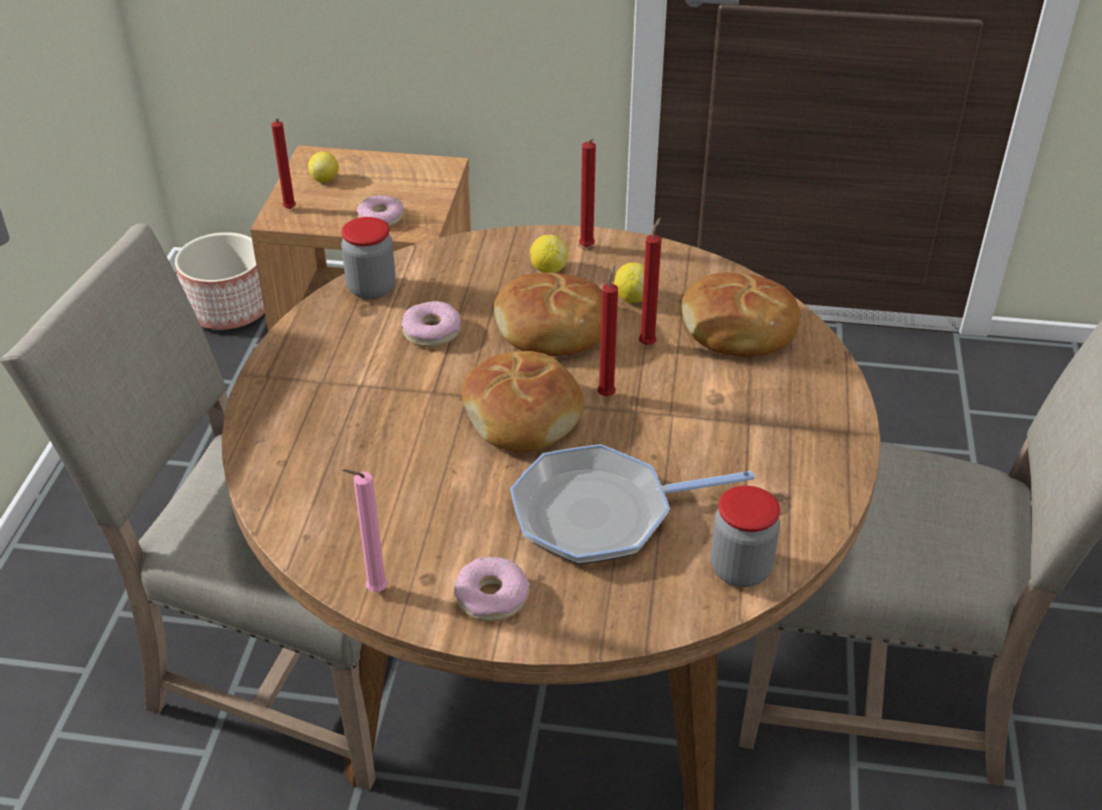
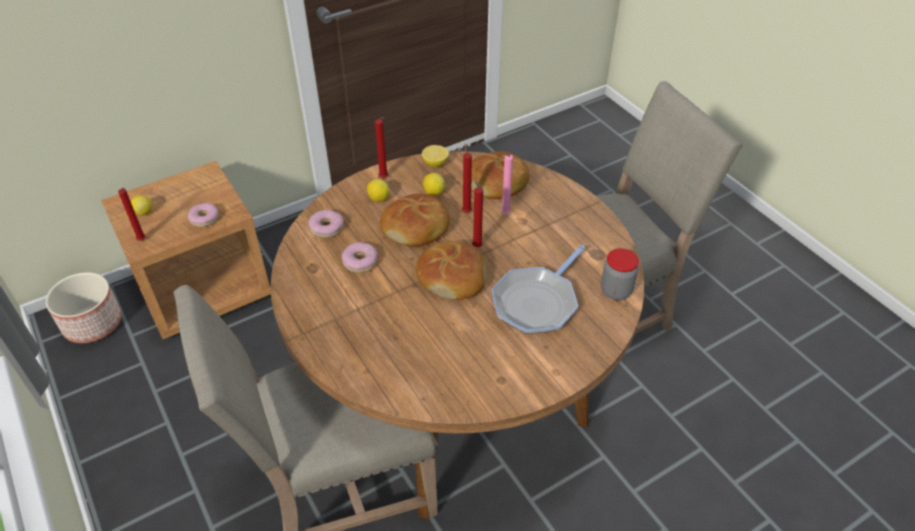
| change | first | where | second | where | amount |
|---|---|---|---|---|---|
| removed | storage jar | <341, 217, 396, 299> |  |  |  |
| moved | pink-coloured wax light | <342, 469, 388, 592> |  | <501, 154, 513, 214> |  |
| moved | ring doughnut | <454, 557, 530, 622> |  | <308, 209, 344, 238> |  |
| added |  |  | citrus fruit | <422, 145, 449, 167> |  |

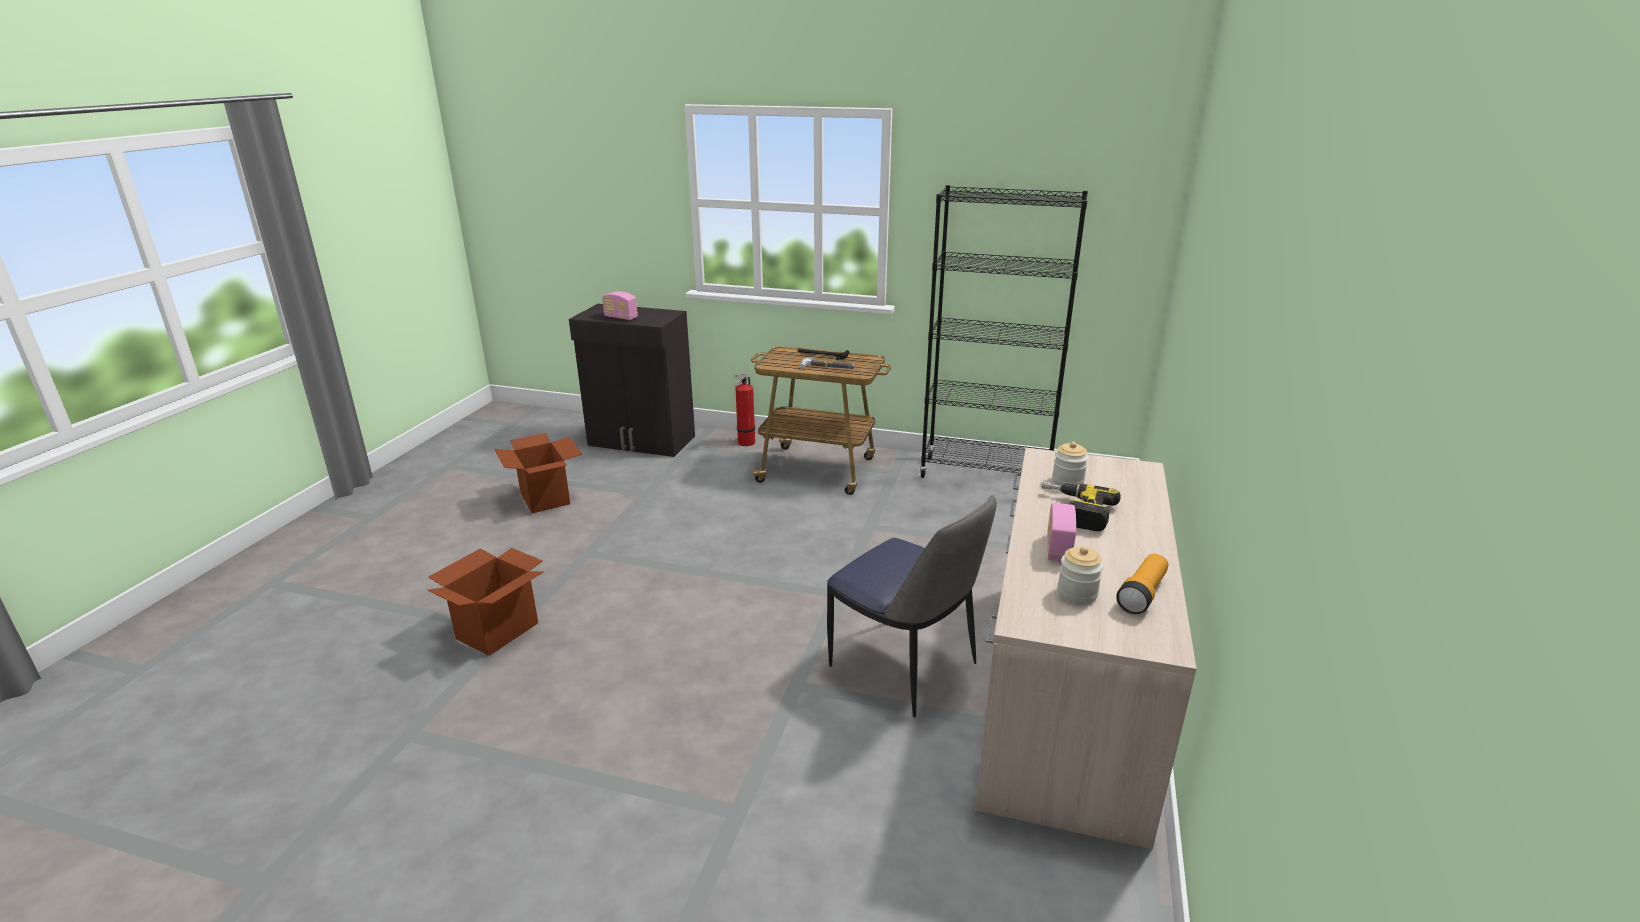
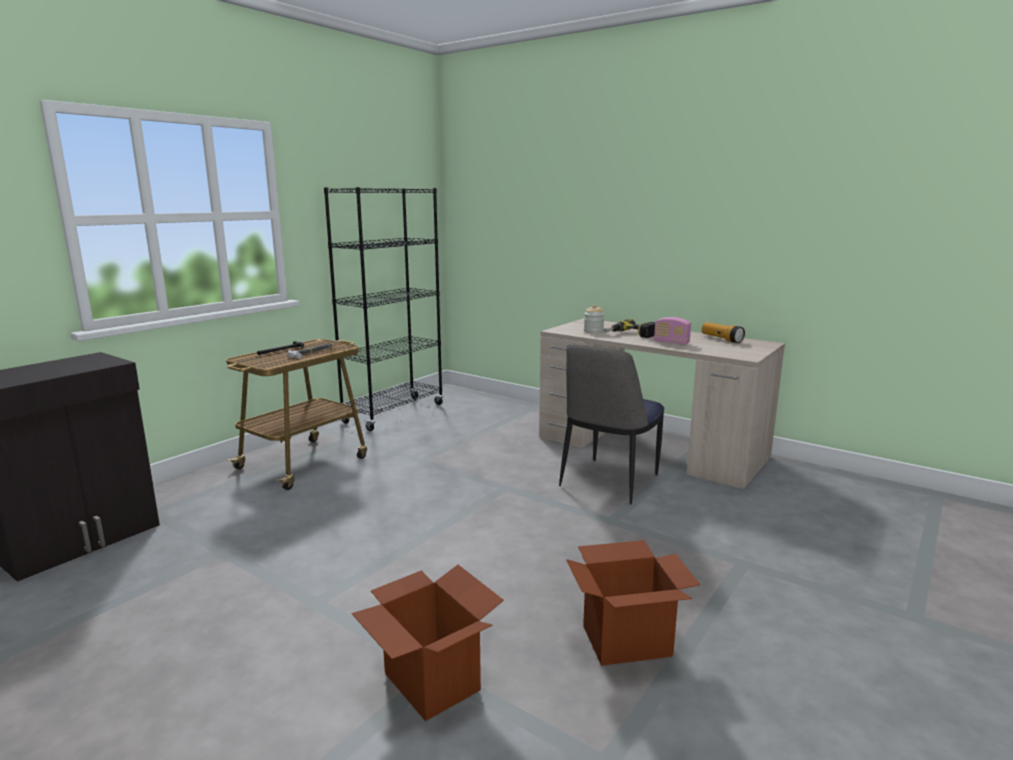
| change | first | where | second | where | amount |
|---|---|---|---|---|---|
| removed | radio set | <602, 291, 638, 320> |  |  |  |
| removed | fire extinguisher | <734, 373, 755, 446> |  |  |  |
| moved | packing box | <494, 433, 582, 513> |  | <566, 540, 700, 666> |  |
| turned | chair | <827, 495, 997, 717> |  | <559, 345, 664, 504> | 150 degrees clockwise |
| removed | storage jar | <1057, 546, 1103, 604> |  |  |  |

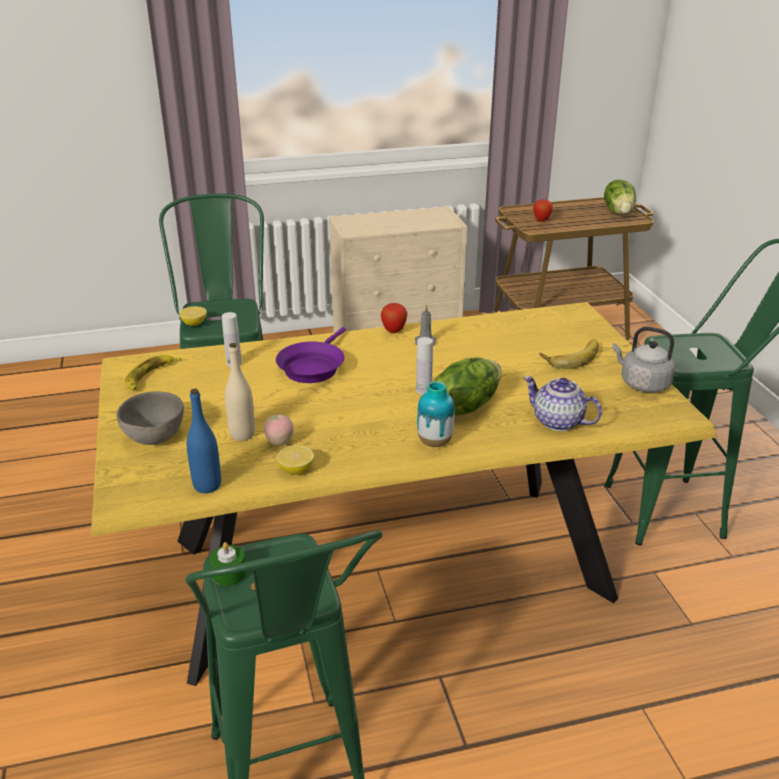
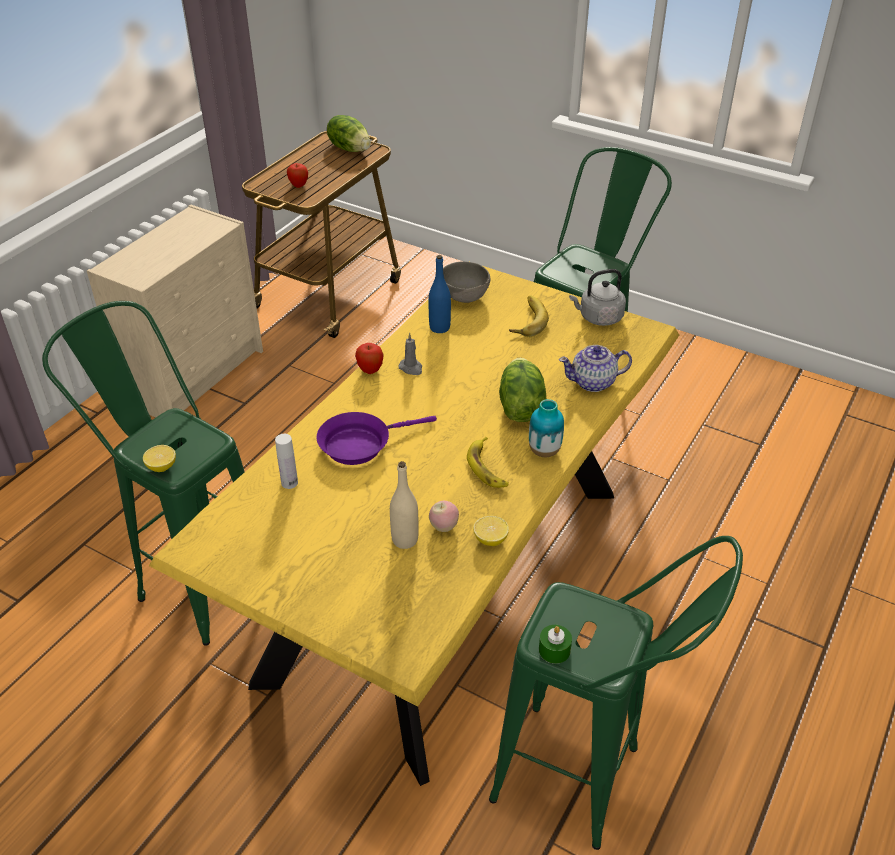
| change | first | where | second | where | amount |
|---|---|---|---|---|---|
| turned | purple frying pan | <276, 327, 346, 383> |  | <316, 412, 437, 465> | 90 degrees clockwise |
| removed | white beverage bottle | <416, 337, 433, 395> |  |  |  |
| moved | banana fruit | <125, 355, 181, 390> |  | <467, 437, 509, 488> |  |
| moved | bluish beverage bottle | <187, 389, 221, 493> |  | <429, 255, 451, 333> |  |
| moved | gray serving bowl | <117, 391, 184, 445> |  | <443, 261, 490, 303> |  |

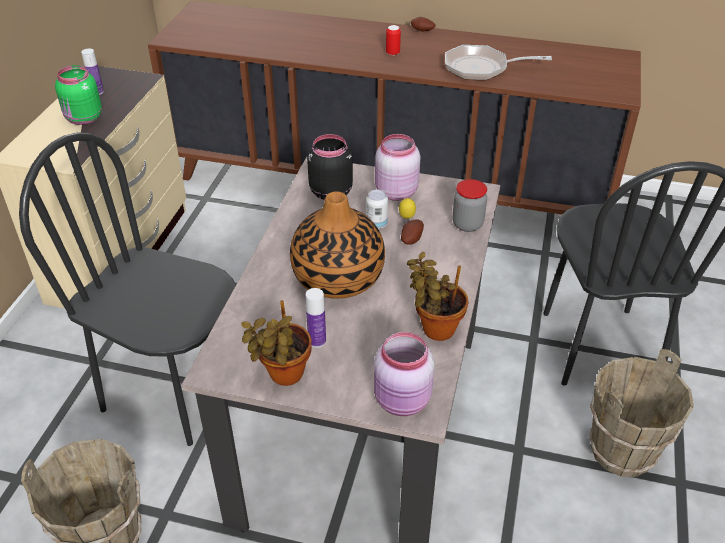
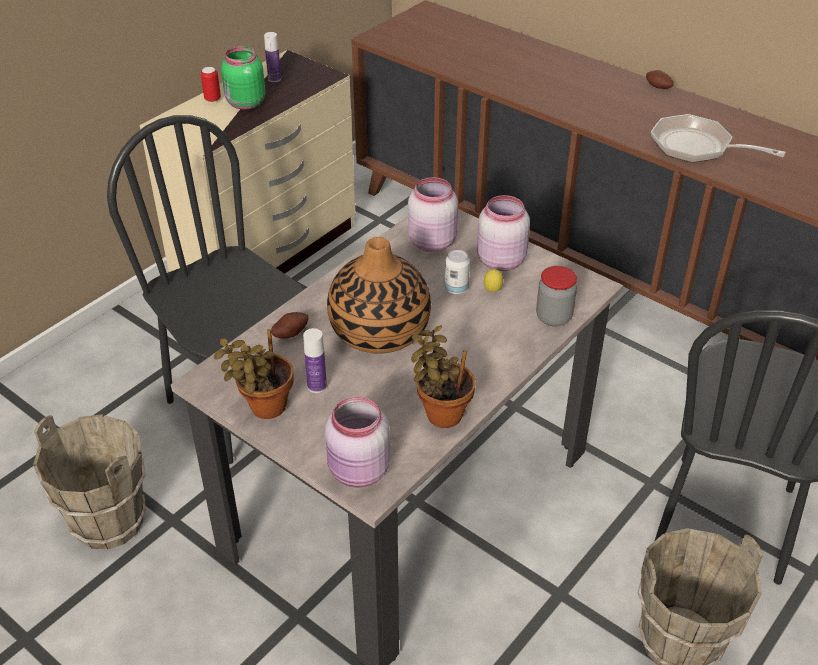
| change | first | where | second | where | amount |
|---|---|---|---|---|---|
| moved | can | <386, 25, 401, 56> |  | <201, 67, 221, 102> |  |
| recoloured | black storage jar | <307, 134, 353, 200> | pink-coloured storage jar | <408, 177, 458, 252> |  |
| moved | whole potato | <401, 219, 424, 245> |  | <271, 312, 309, 339> |  |

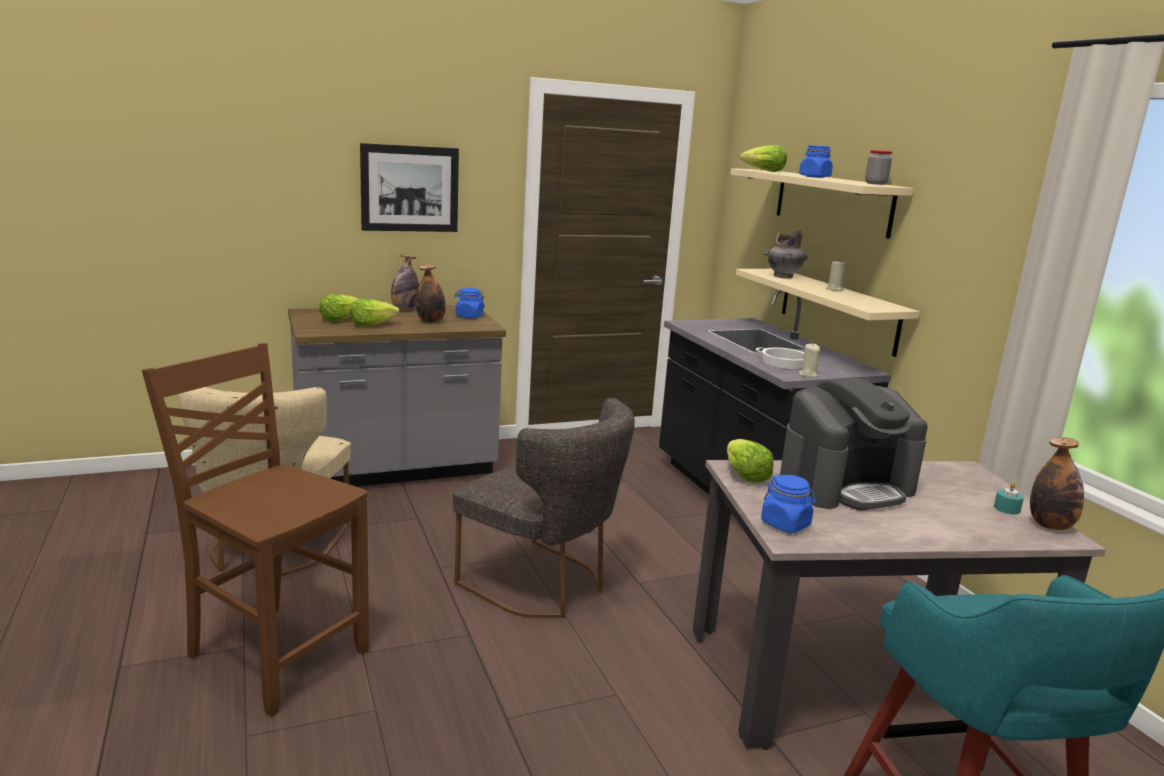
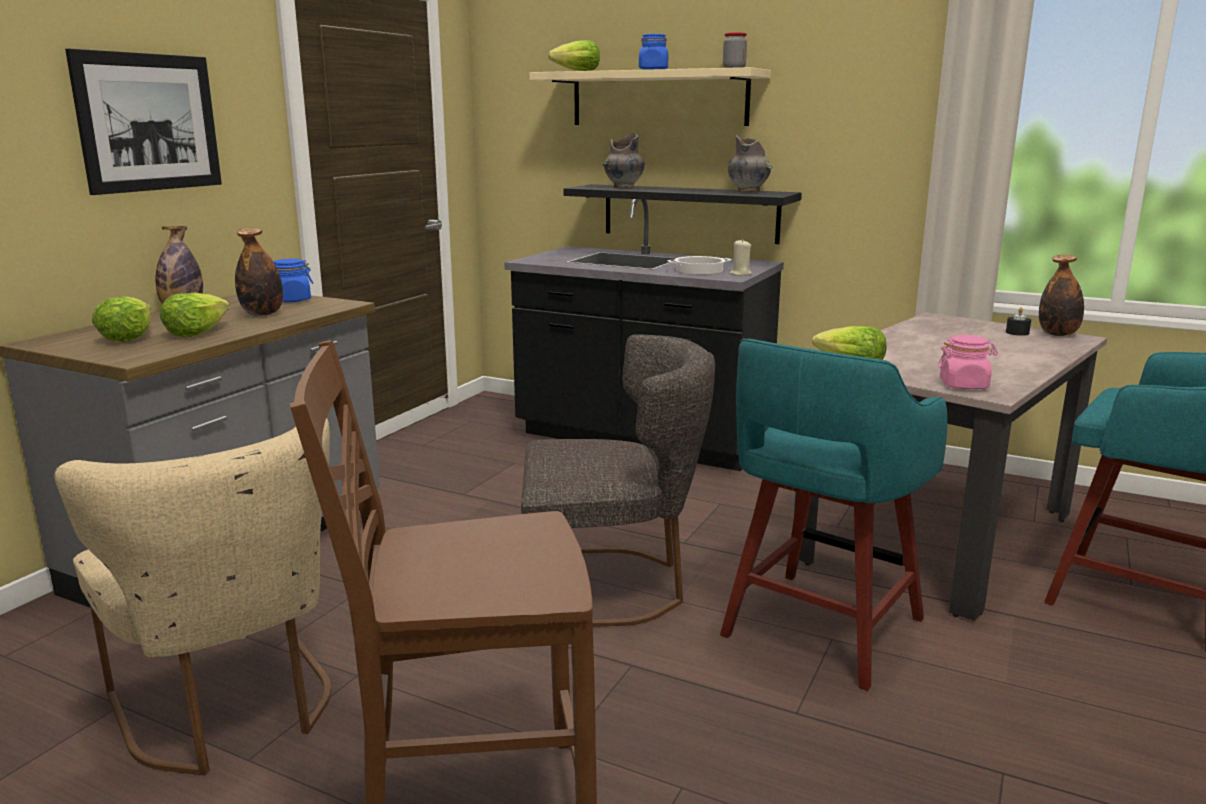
| change | first | where | second | where | amount |
|---|---|---|---|---|---|
| removed | beige-coloured wax light | <826, 260, 846, 291> |  |  |  |
| recoloured | beige-coloured wall shelf | <736, 269, 919, 357> | black wall shelf | <563, 184, 802, 244> |  |
| removed | coffee machine | <780, 378, 928, 510> |  |  |  |
| recoloured | bluish storage jar | <761, 474, 816, 533> | pink-coloured storage jar | <938, 335, 998, 389> |  |
| recoloured | blue-green wax light | <994, 482, 1024, 514> | black wax light | <1006, 307, 1031, 336> |  |
| added |  |  | gray vase | <728, 135, 774, 192> |  |
| added |  |  | blue-green stool | <720, 339, 947, 691> |  |

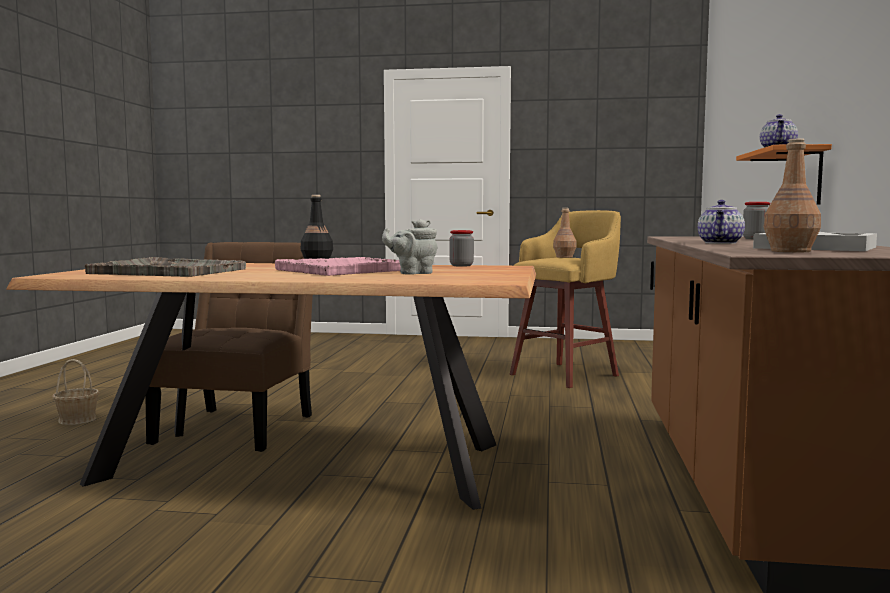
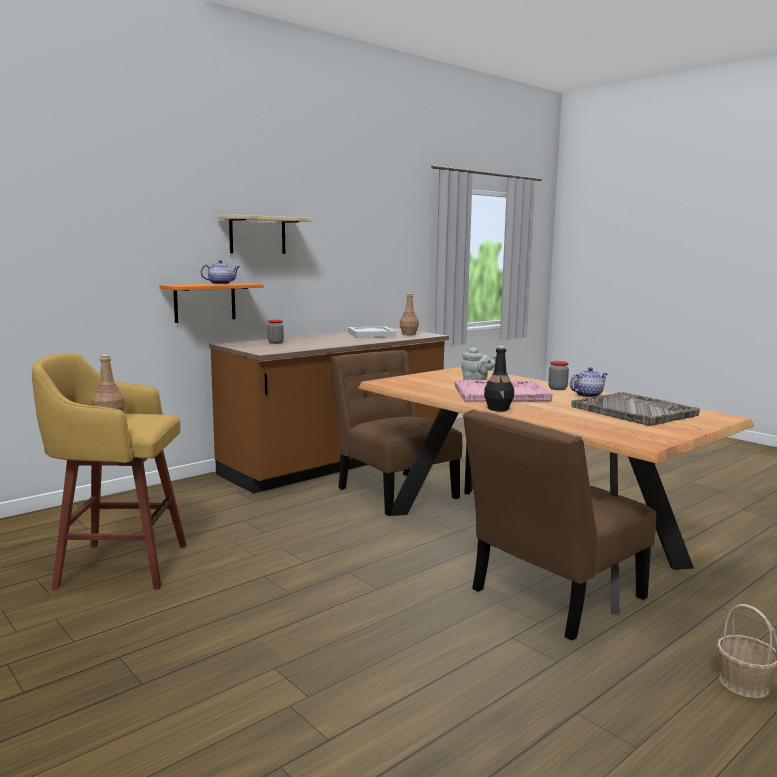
| change | first | where | second | where | amount |
|---|---|---|---|---|---|
| moved | teapot | <698, 200, 745, 244> |  | <570, 367, 608, 398> |  |
| moved | storage jar | <449, 230, 474, 267> |  | <549, 361, 569, 390> |  |
| added |  |  | beige-coloured wall shelf | <216, 215, 314, 254> |  |
| added |  |  | brown chair | <330, 350, 462, 516> |  |

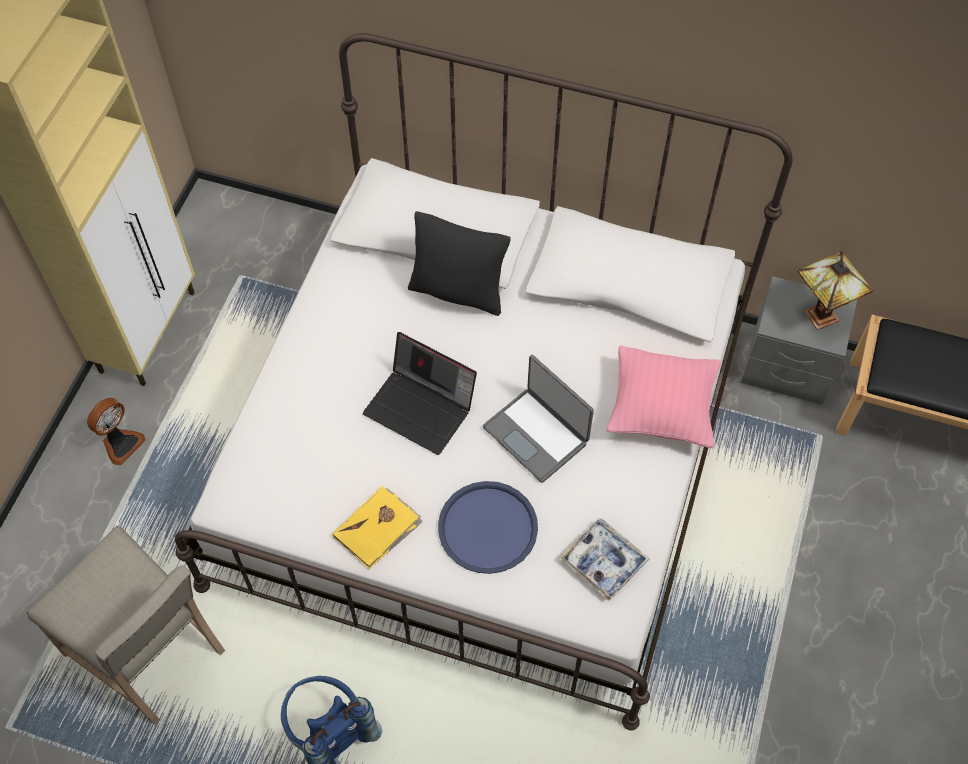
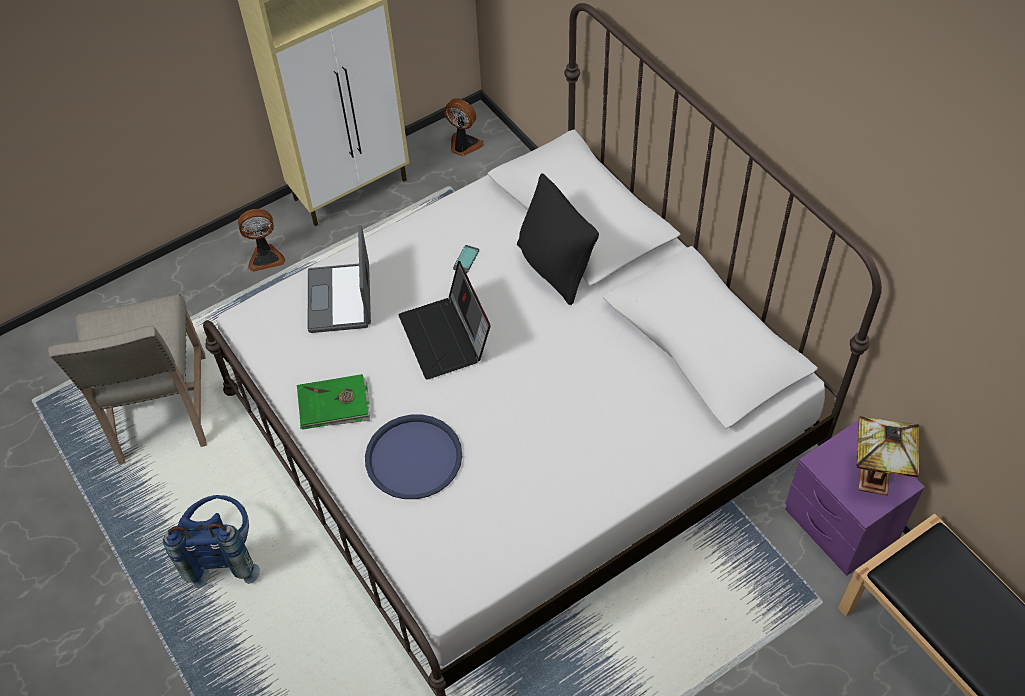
| change | first | where | second | where | amount |
|---|---|---|---|---|---|
| recoloured | gray bedside table | <741, 276, 857, 405> | purple bedside table | <785, 421, 925, 576> |  |
| removed | pink-coloured pillow | <606, 346, 721, 448> |  |  |  |
| moved | portable computer | <483, 355, 594, 483> |  | <308, 225, 371, 333> |  |
| recoloured | yellow-coloured bound book | <332, 486, 423, 569> | green bound book | <297, 374, 370, 430> |  |
| removed | serving tray | <559, 519, 650, 601> |  |  |  |
| added |  |  | electric fan | <444, 98, 484, 156> |  |
| added |  |  | telephone | <453, 245, 479, 273> |  |

